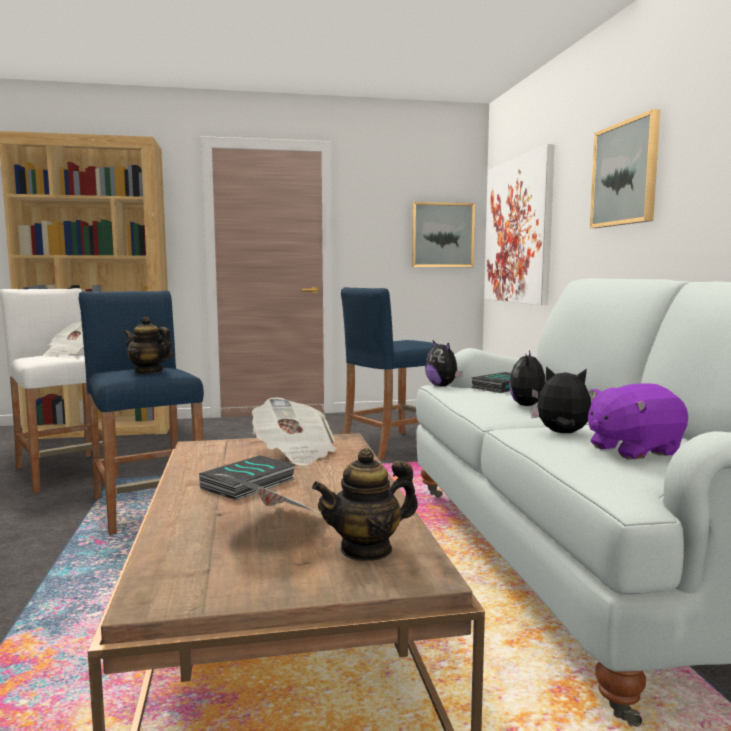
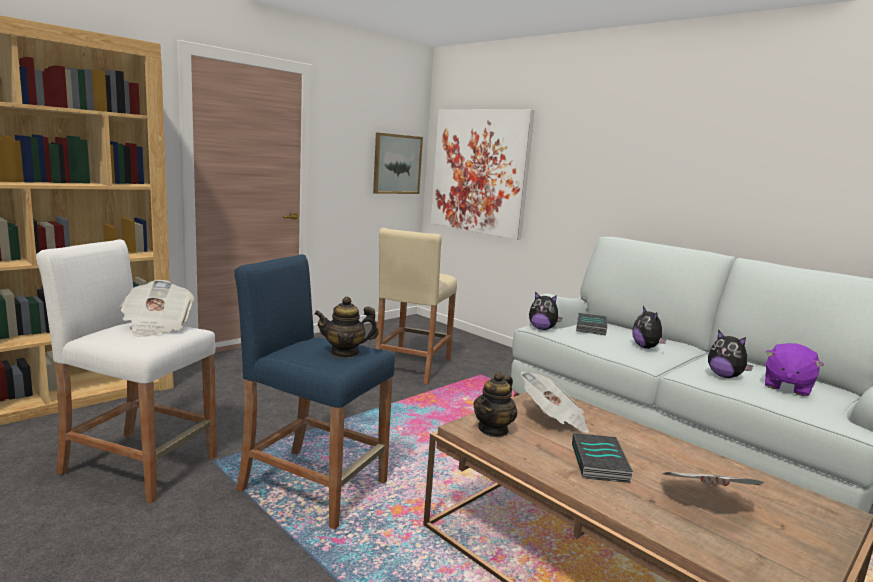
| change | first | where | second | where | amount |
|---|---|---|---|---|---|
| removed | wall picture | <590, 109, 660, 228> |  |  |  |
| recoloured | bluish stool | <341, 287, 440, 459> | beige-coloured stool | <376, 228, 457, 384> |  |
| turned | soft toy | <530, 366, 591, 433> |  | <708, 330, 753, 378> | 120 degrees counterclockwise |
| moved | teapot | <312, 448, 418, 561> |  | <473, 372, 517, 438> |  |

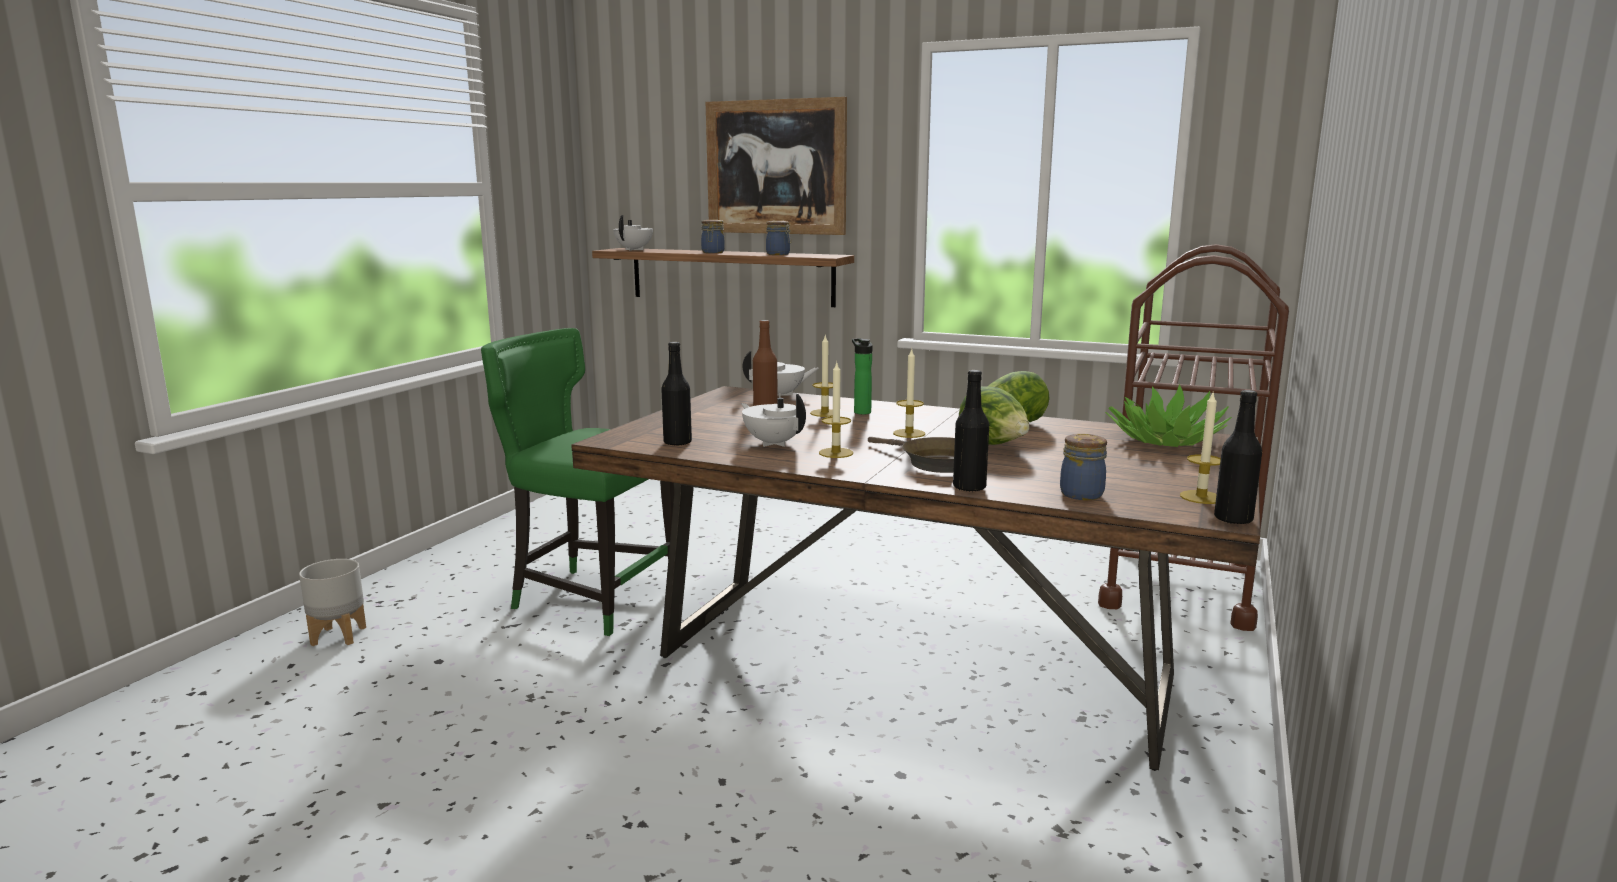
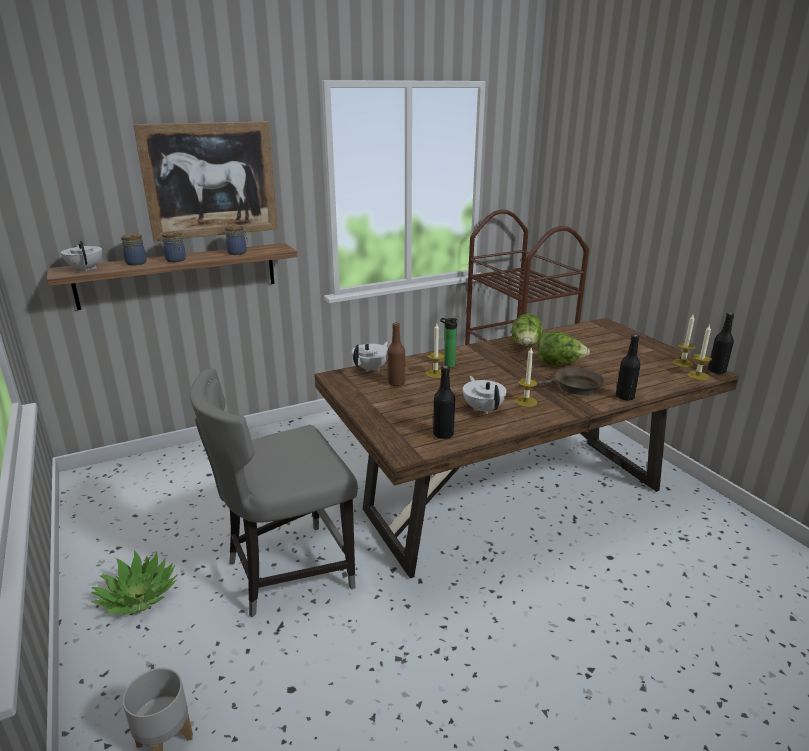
| change | first | where | second | where | amount |
|---|---|---|---|---|---|
| recoloured | green chair | <481, 328, 674, 636> | gray chair | <190, 369, 358, 617> |  |
| moved | wax light | <893, 348, 925, 438> |  | <687, 325, 712, 380> |  |
| moved | houseplant | <1105, 384, 1232, 447> |  | <91, 550, 178, 615> |  |
| turned | white teapot | <741, 394, 806, 447> |  | <463, 376, 507, 414> | 75 degrees clockwise |
| moved | storage jar | <1060, 434, 1107, 500> |  | <121, 234, 147, 265> |  |

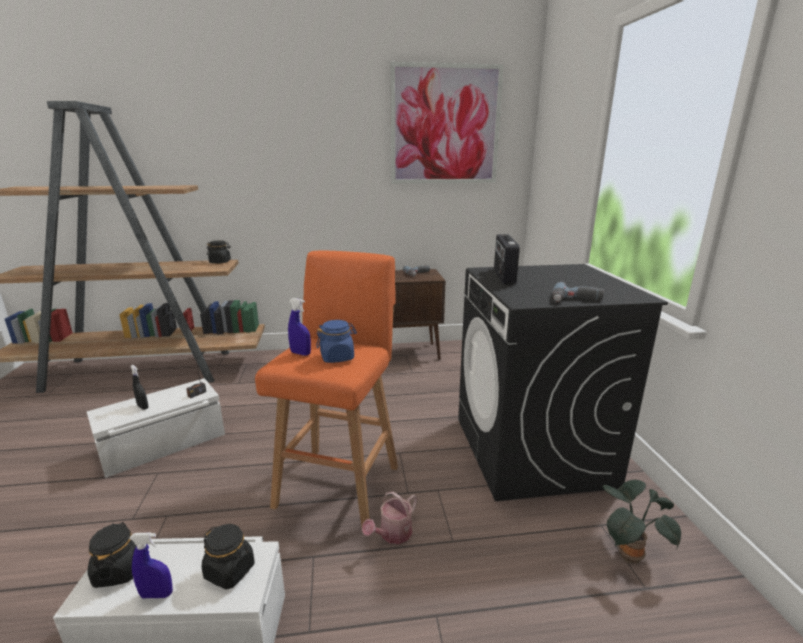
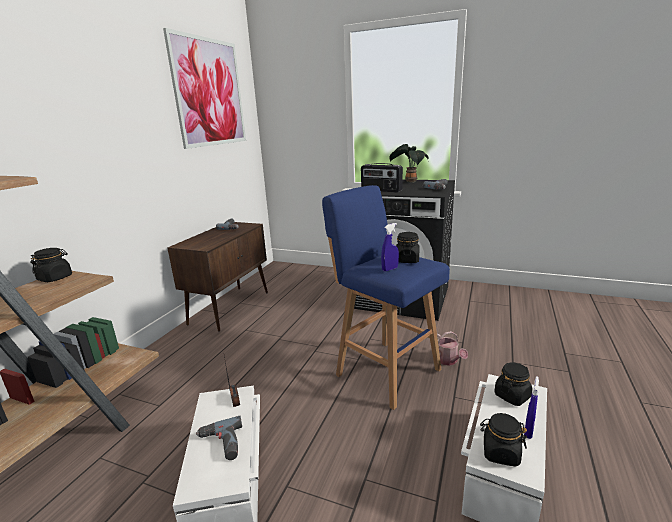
| change | first | where | second | where | amount |
|---|---|---|---|---|---|
| recoloured | orange stool | <255, 251, 398, 528> | bluish stool | <322, 185, 450, 410> |  |
| recoloured | bluish storage jar | <316, 320, 357, 363> | black storage jar | <396, 232, 420, 263> |  |
| replaced | black hand sprayer | <130, 365, 148, 410> | drill | <196, 416, 242, 460> |  |
| moved | houseplant | <603, 480, 681, 564> |  | <389, 144, 429, 183> |  |

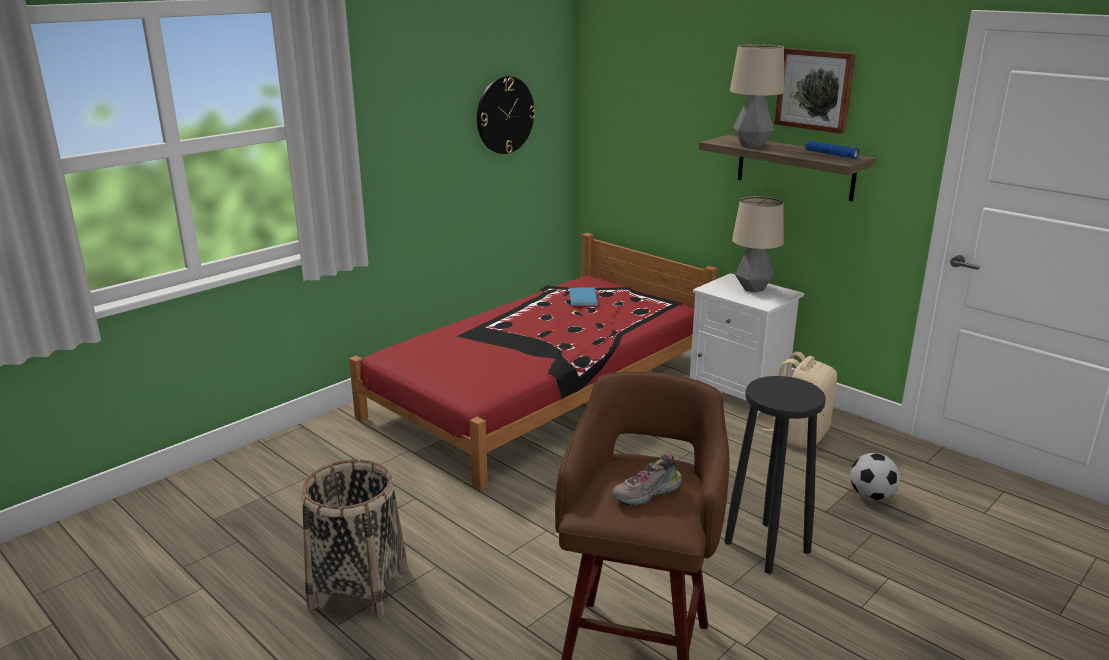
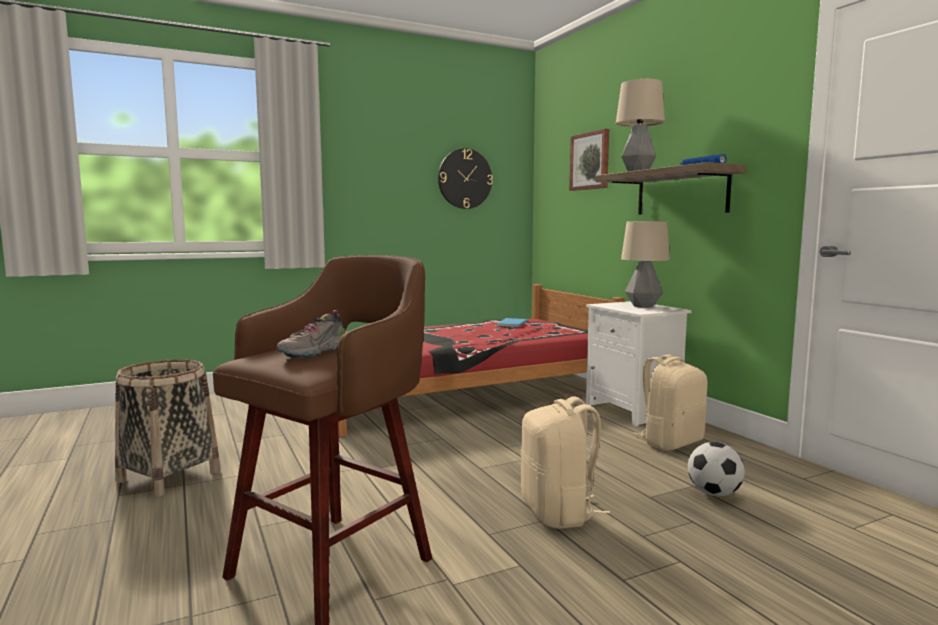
| change | first | where | second | where | amount |
|---|---|---|---|---|---|
| moved | wall picture | <775, 48, 856, 134> |  | <569, 129, 609, 191> |  |
| replaced | black stool | <724, 376, 826, 574> | beige-coloured knapsack | <520, 396, 610, 529> |  |
| turned | item of footwear | <611, 454, 682, 506> |  | <276, 310, 348, 358> | 45 degrees counterclockwise |

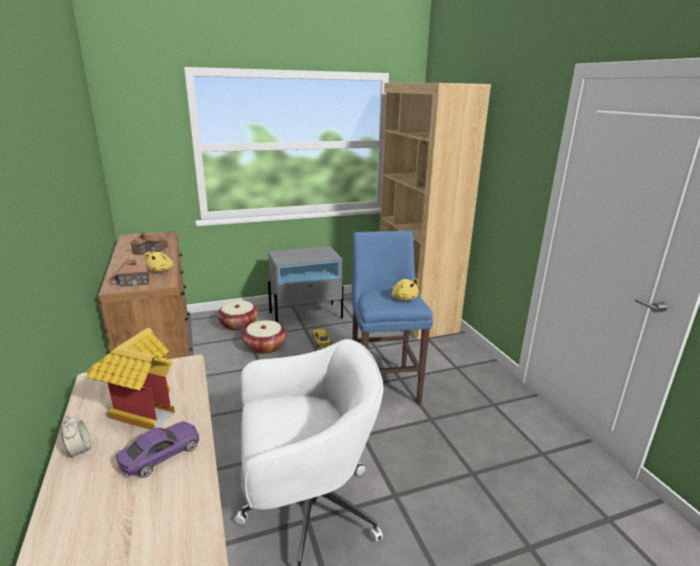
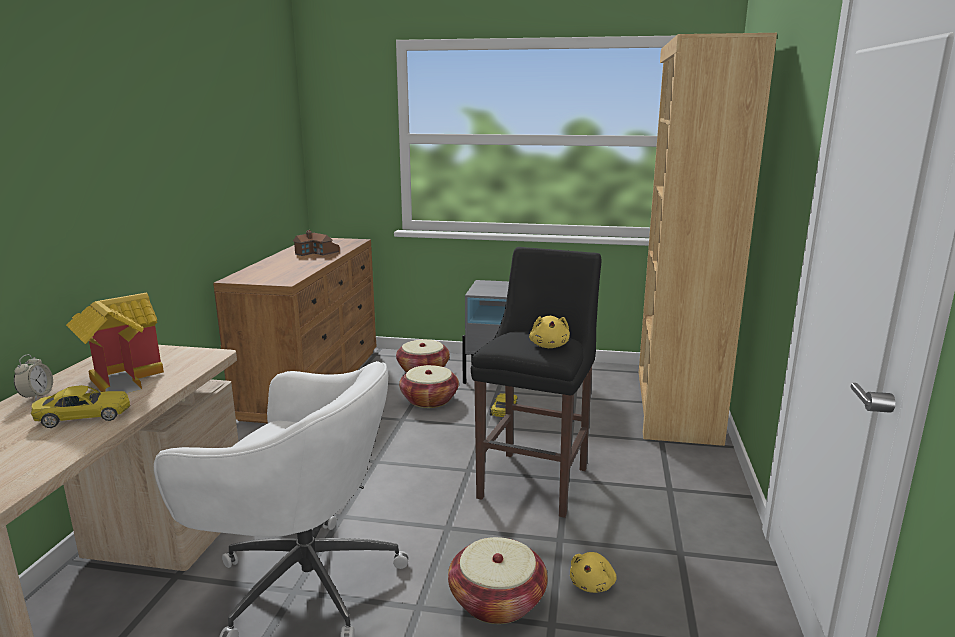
| change | first | where | second | where | amount |
|---|---|---|---|---|---|
| recoloured | bluish stool | <351, 231, 433, 405> | black stool | <471, 247, 601, 518> |  |
| moved | yellow-coloured soft toy | <144, 252, 173, 273> |  | <570, 552, 617, 593> |  |
| removed | model house | <110, 259, 150, 287> |  |  |  |
| recoloured | purple toy car | <116, 421, 199, 478> | yellow-coloured toy car | <31, 385, 130, 428> |  |
| added |  |  | storage basket | <448, 537, 548, 624> |  |

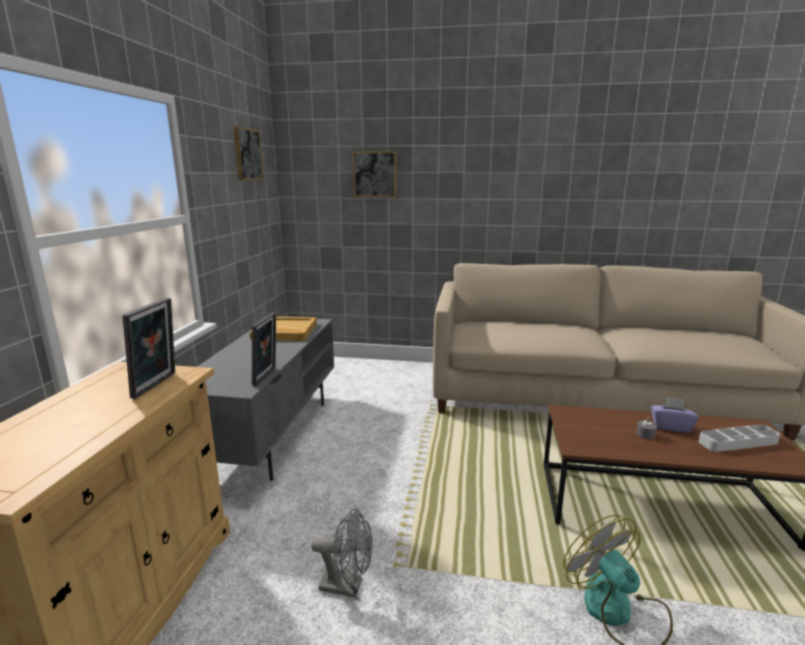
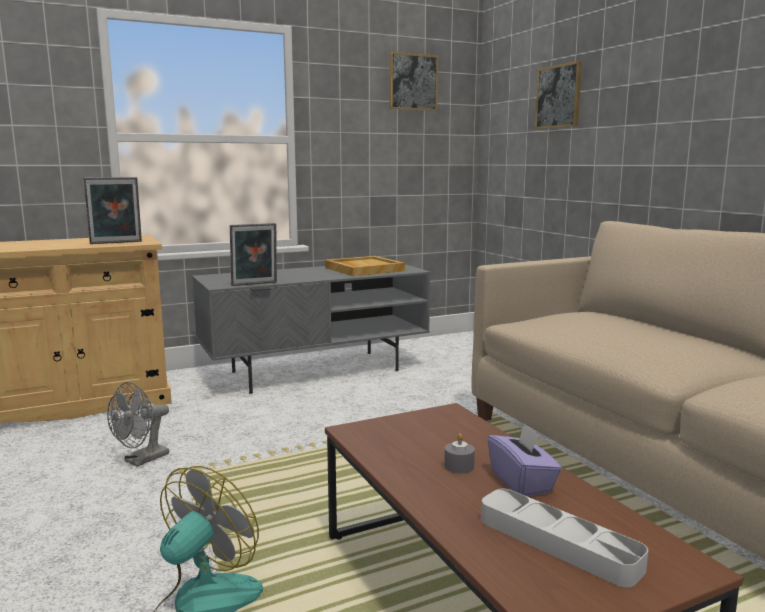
| change | first | where | second | where | amount |
|---|---|---|---|---|---|
| turned | gray electric fan | <311, 509, 373, 598> |  | <107, 382, 169, 467> | 60 degrees clockwise |

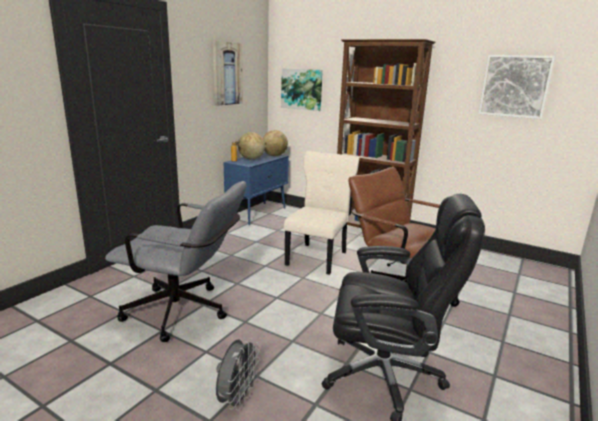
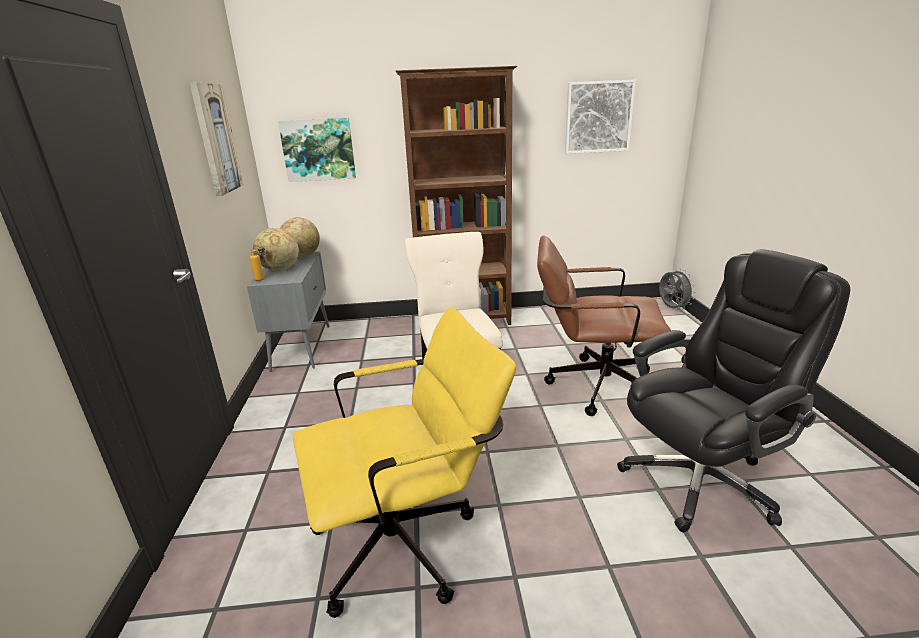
| change | first | where | second | where | amount |
|---|---|---|---|---|---|
| recoloured | bluish storage cabinet | <224, 152, 289, 225> | gray storage cabinet | <247, 251, 330, 372> |  |
| recoloured | gray office chair | <105, 181, 246, 342> | yellow-coloured office chair | <293, 307, 516, 618> |  |
| moved | gray electric fan | <216, 338, 260, 411> |  | <659, 268, 695, 310> |  |

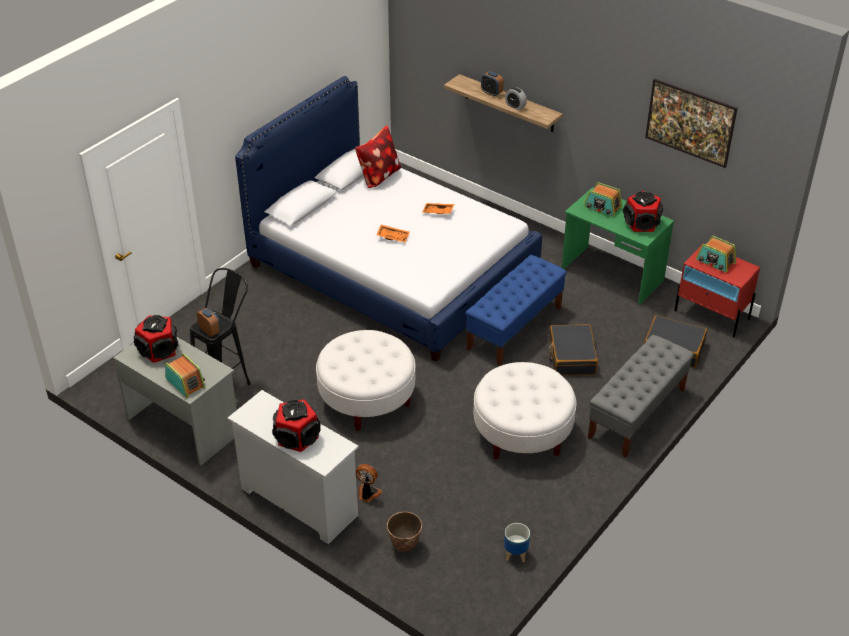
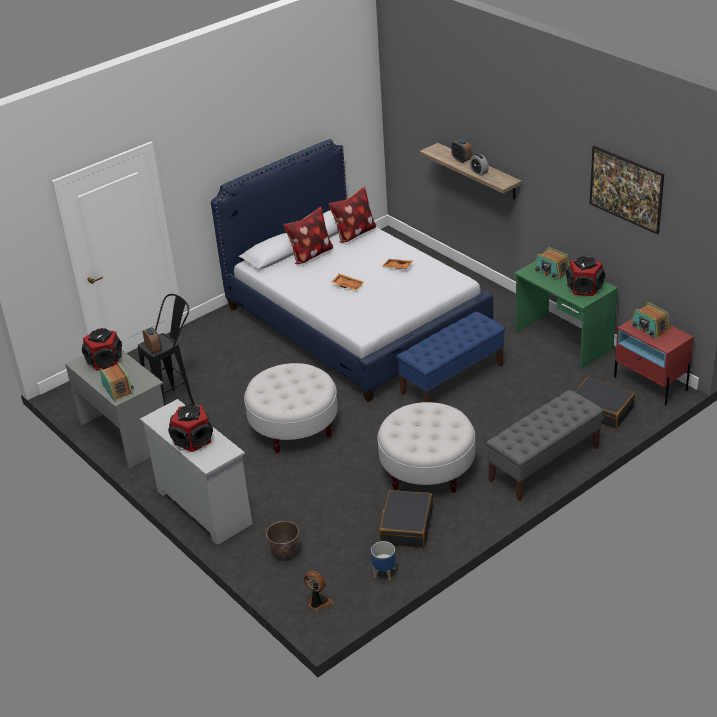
| change | first | where | second | where | amount |
|---|---|---|---|---|---|
| moved | black suitcase | <549, 324, 598, 375> |  | <379, 490, 433, 548> |  |
| moved | electric fan | <356, 464, 382, 502> |  | <304, 570, 333, 611> |  |
| added |  |  | pillow | <283, 207, 333, 264> |  |

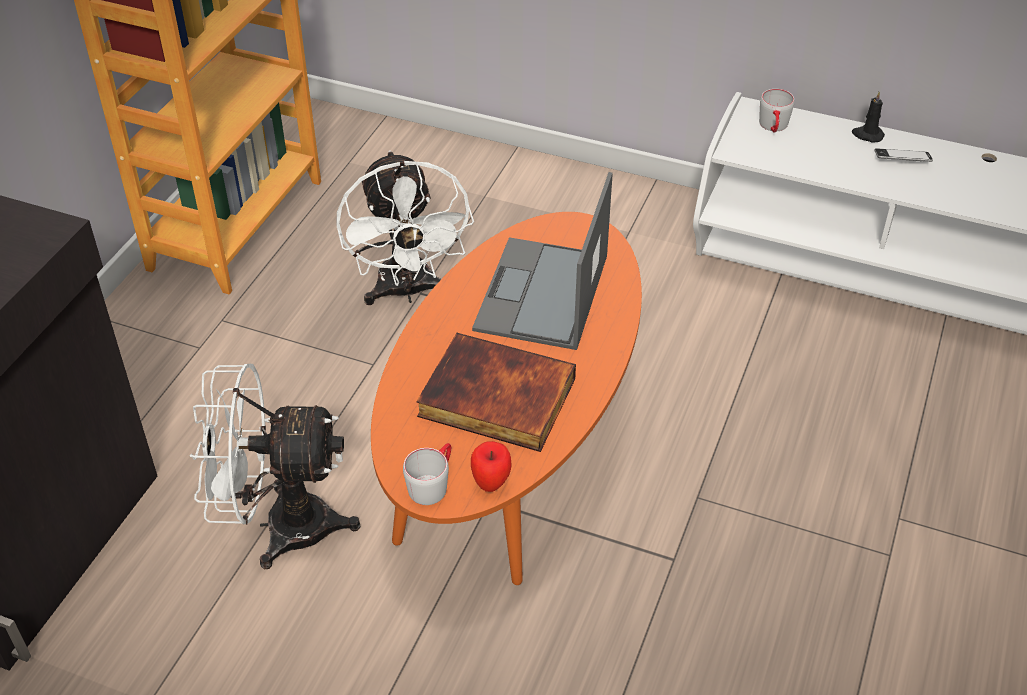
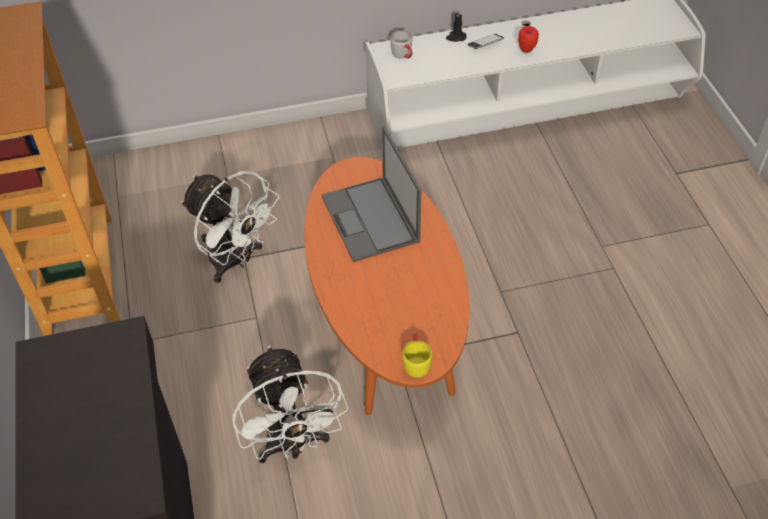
| change | first | where | second | where | amount |
|---|---|---|---|---|---|
| removed | bound book | <416, 333, 576, 452> |  |  |  |
| turned | white electric fan | <190, 364, 360, 570> |  | <232, 345, 348, 463> | 75 degrees counterclockwise |
| moved | whole apple | <471, 441, 511, 492> |  | <518, 26, 539, 53> |  |
| recoloured | gray mug | <403, 443, 451, 505> | yellow-coloured mug | <402, 333, 432, 378> |  |

